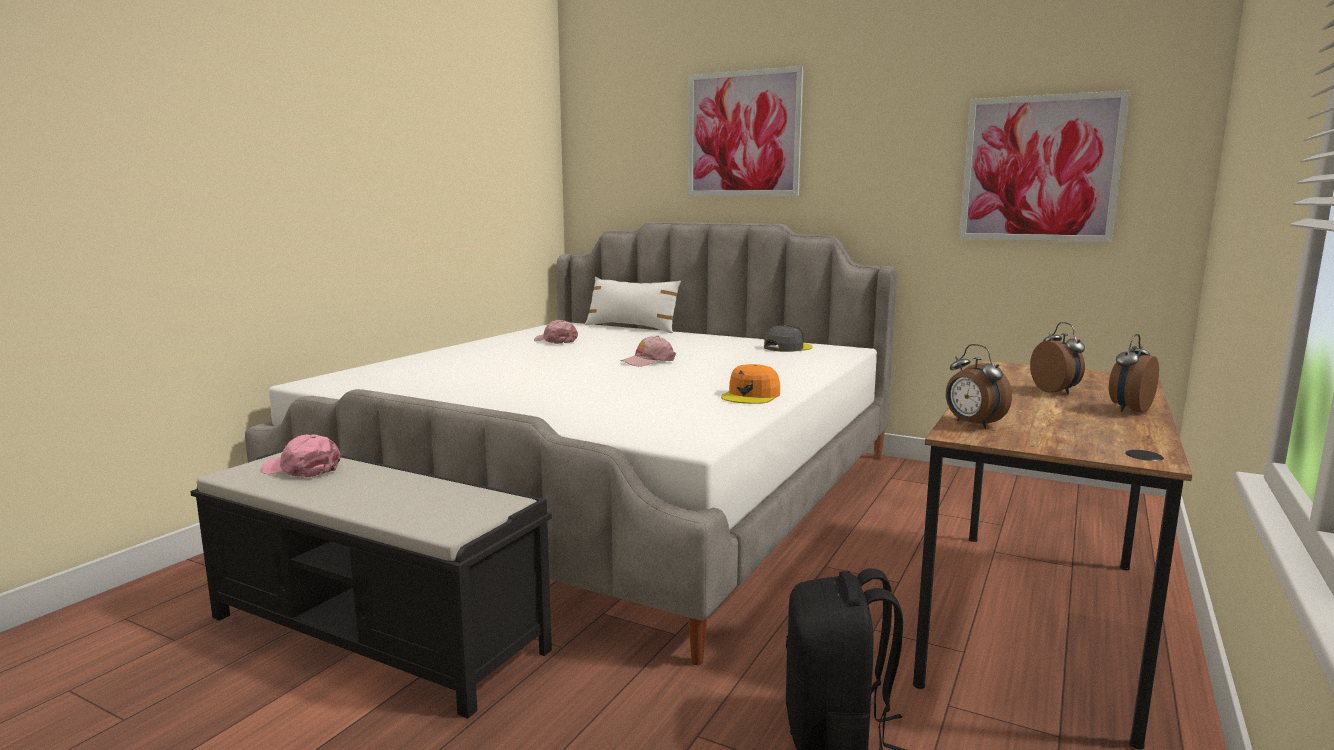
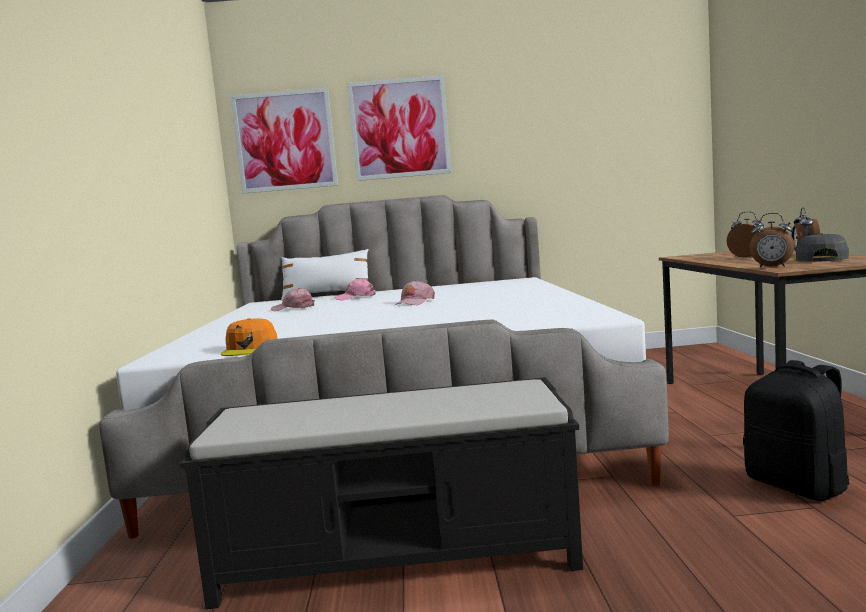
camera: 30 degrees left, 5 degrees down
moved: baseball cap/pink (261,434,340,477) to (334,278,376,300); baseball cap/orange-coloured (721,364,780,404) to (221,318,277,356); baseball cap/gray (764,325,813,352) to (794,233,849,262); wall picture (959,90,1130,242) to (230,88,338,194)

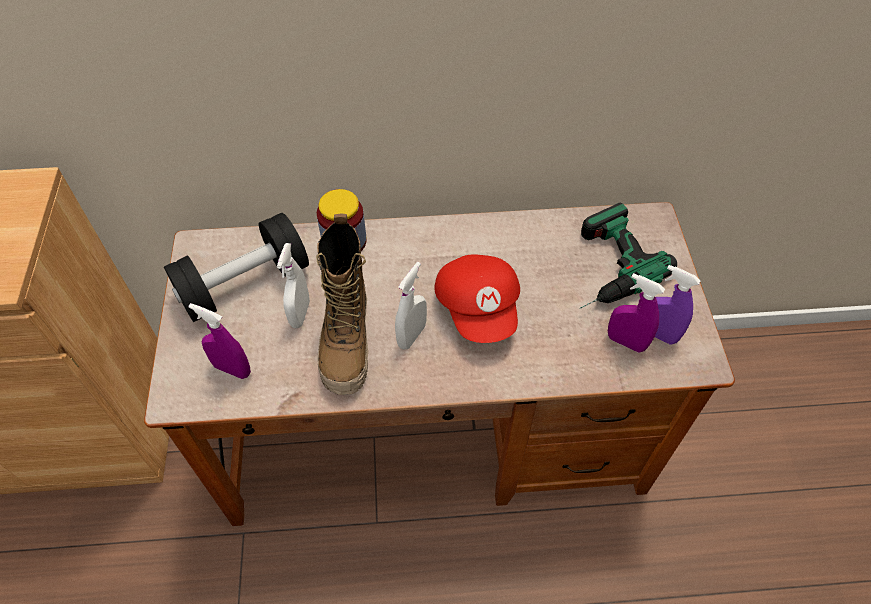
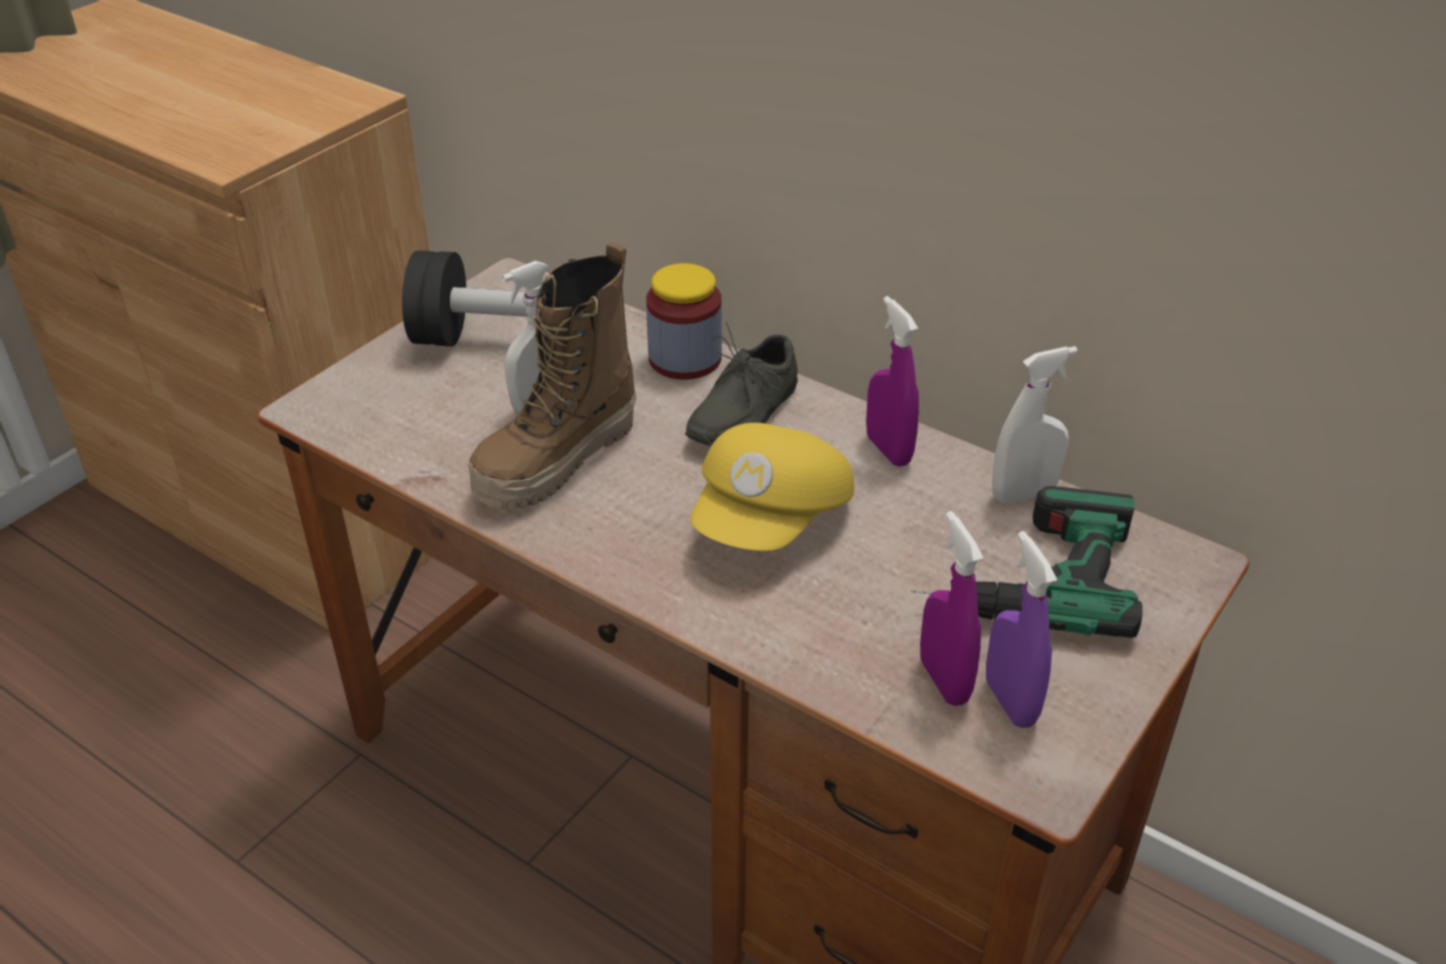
camera: 40 degrees right, 15 degrees down
added: low shoe/gray (685,322,798,446)
moved: hand sprayer/purple-coloured (189,303,251,379) to (866,296,919,467); hand sprayer/white-coloured (395,262,427,349) to (992,346,1078,504)
recoloured: baseball cap/red (434,254,520,343) to baseball cap/yellow (690,423,854,551)

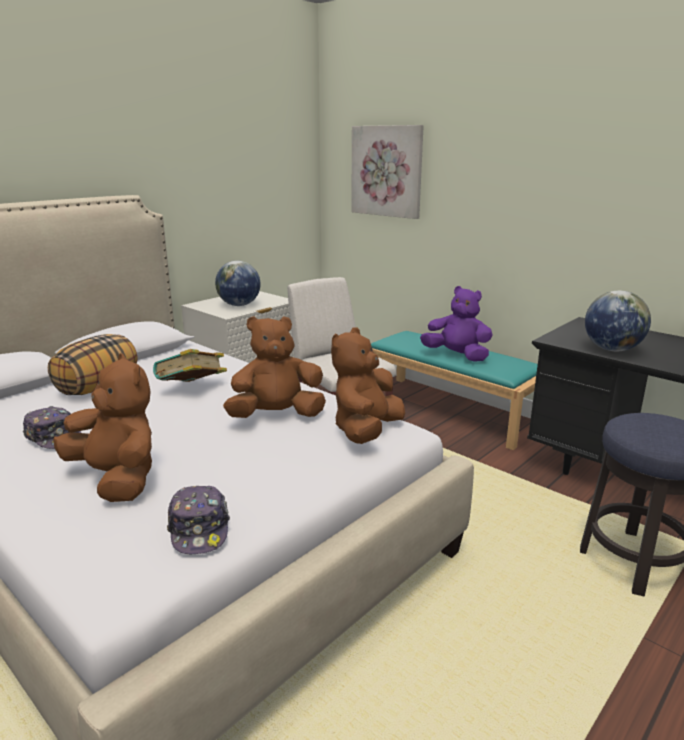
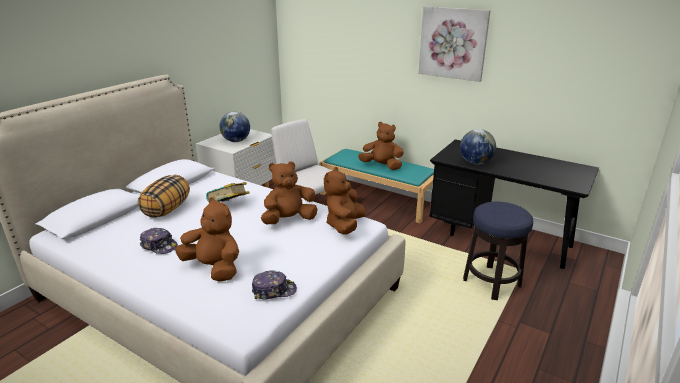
camera: 10 degrees left, 5 degrees up
moved: wall picture (351,125,424,219) to (418,6,491,82)
recoloured: soft toy/purple-coloured (420,286,493,362) to soft toy/brown (358,122,404,170)
turned: baseball cap (167,486,230,554) = (252,270,297,299) 75 degrees counterclockwise

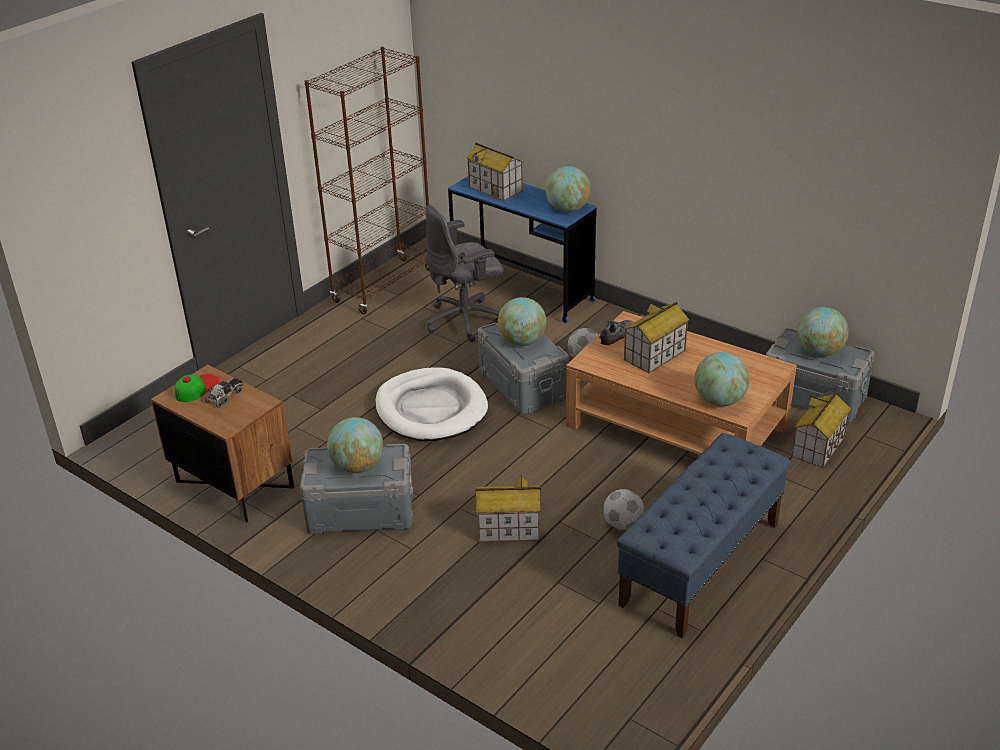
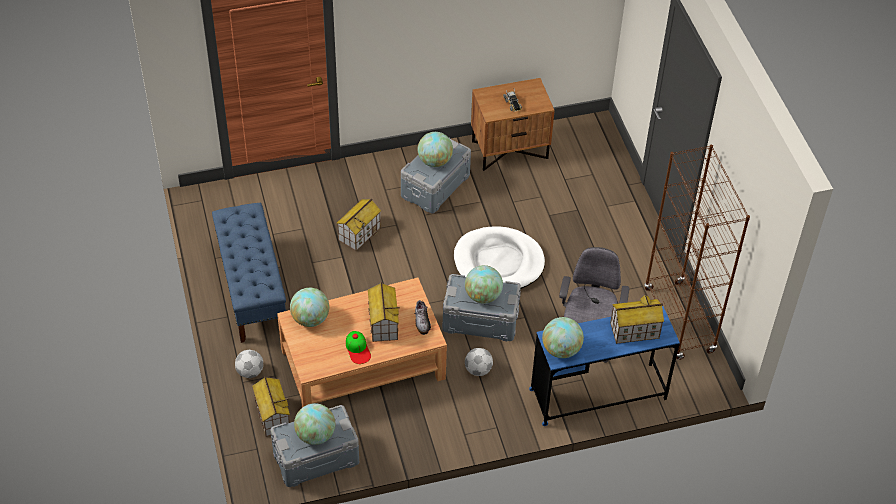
camera: 125 degrees right, 15 degrees up
moved: baseball cap (175,374,220,402) to (346,331,371,364); football (603,489,644,530) to (235,350,263,378)

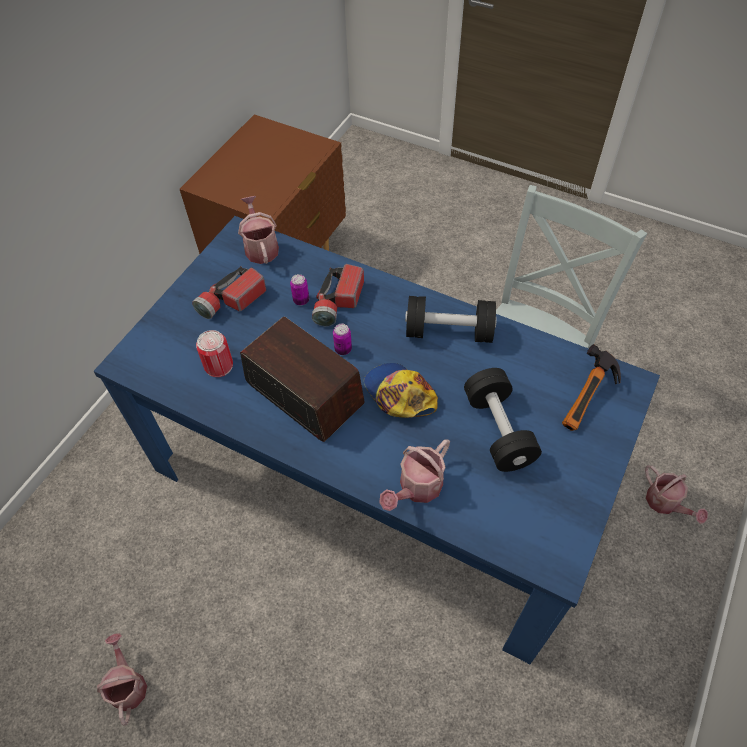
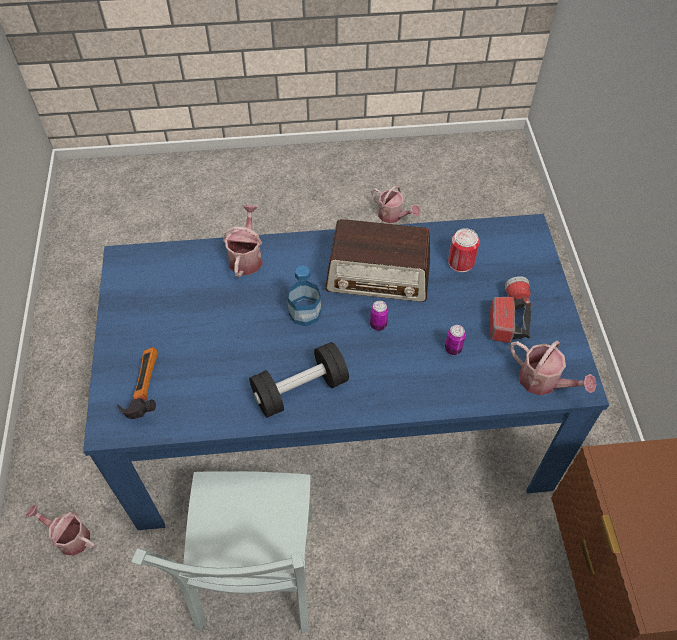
camera: 145 degrees right, 0 degrees up
removed: hand torch (312,264,364,326); hand weight/black (464,368,542,472)
replaced: baseball cap (364,363,438,418) to bottle (288,265,321,326)

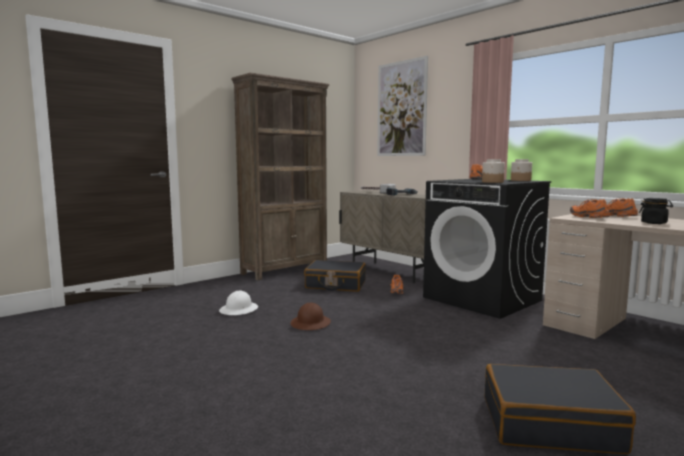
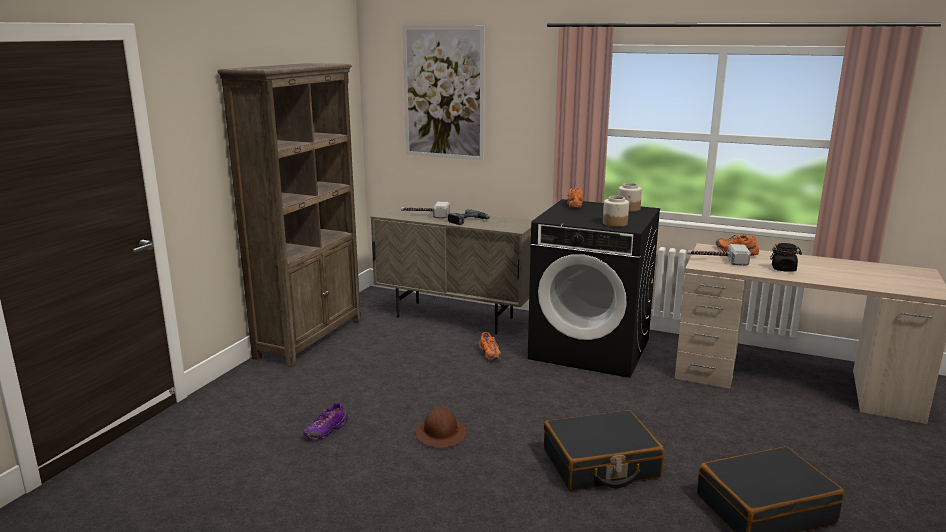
camera: 25 degrees left, 10 degrees up
moved: travel case/black (304,260,366,292) to (544,410,664,491)
replaced: safety helmet/white-coloured (219,291,258,315) to low shoe/purple-coloured (303,403,348,439); low shoe/orange-coloured (570,199,610,218) to tool hammer (687,244,751,266)

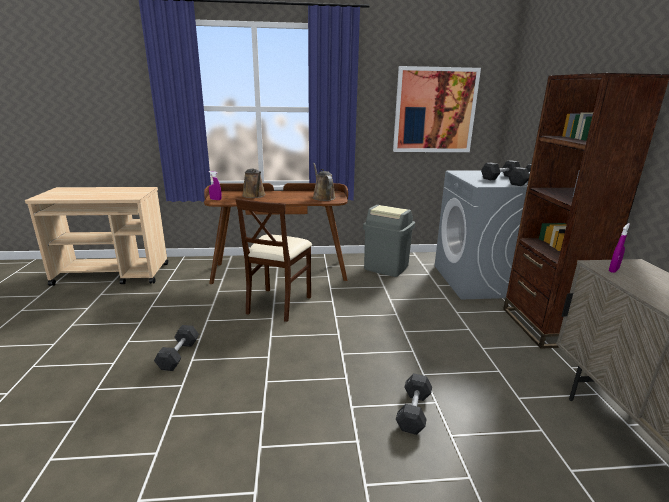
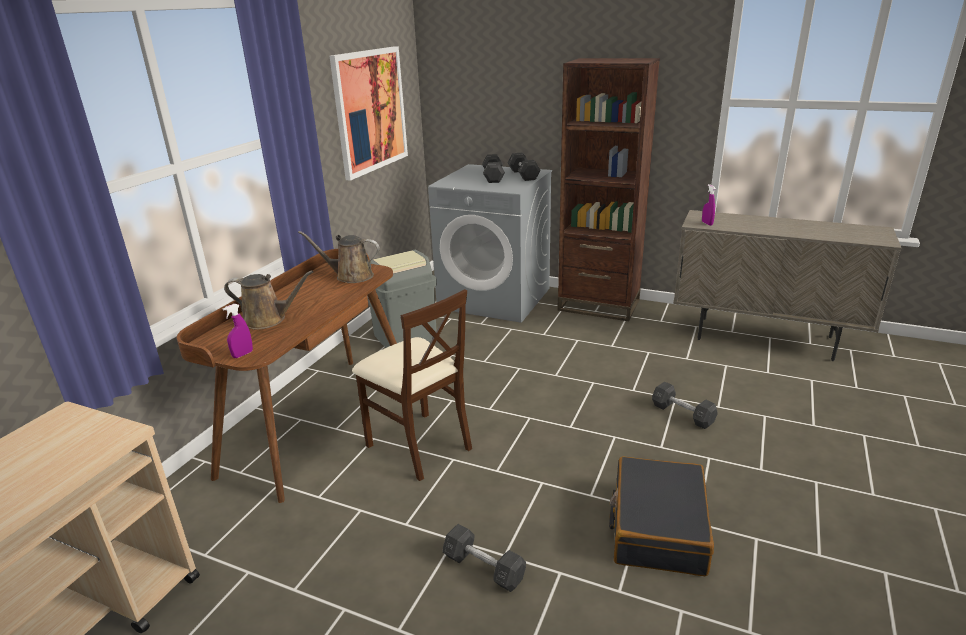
camera: 60 degrees left, 5 degrees up
added: travel case/black (609,456,714,576)

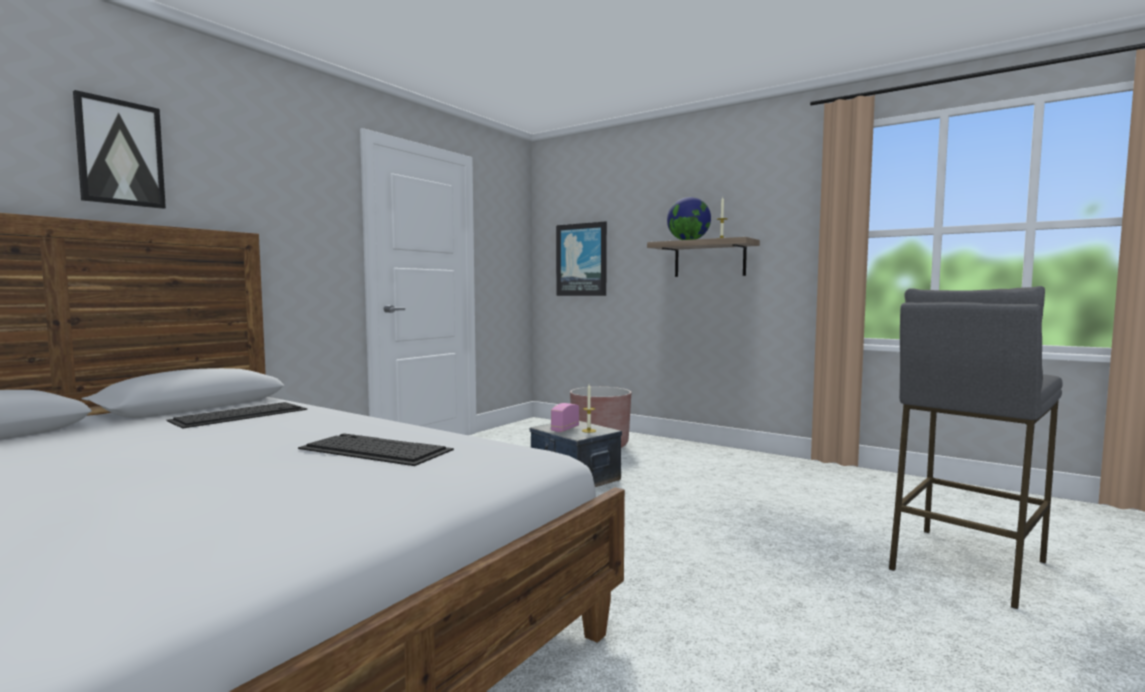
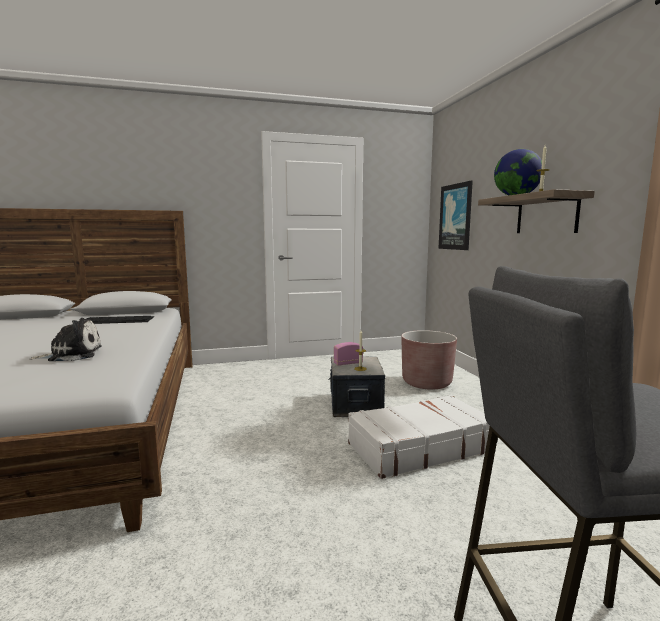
camera: 40 degrees right, 5 degrees up
removed: wall picture (73,90,166,209)
added: travel case/white-coloured (348,395,490,479)
replaced: keyboard (298,433,454,466) to soft toy (29,318,102,361)

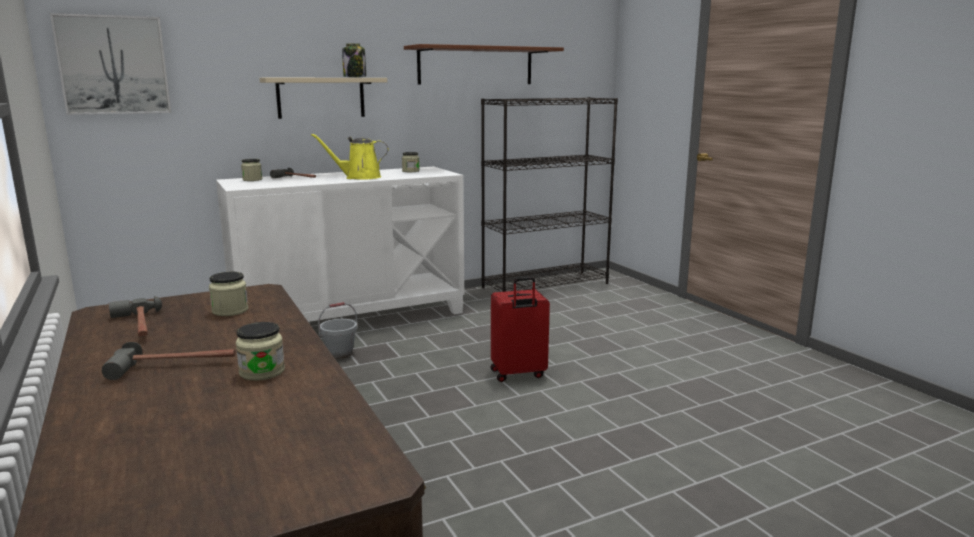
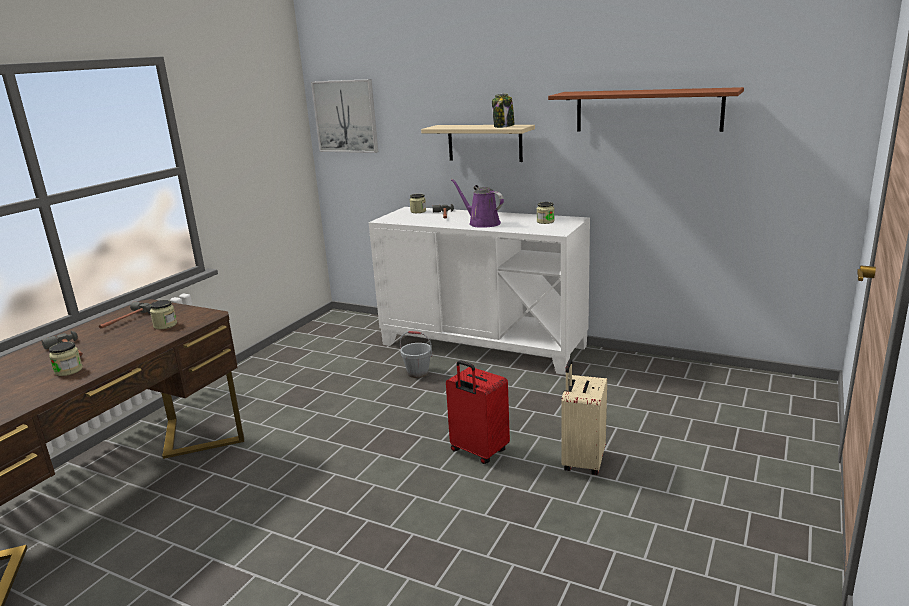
camera: 55 degrees right, 5 degrees up
removed: bookcase/black (481,97,618,292)
added: travel case/beige-coloured (561,359,607,475)
recoloured: sprinkling can/yellow (311,134,389,180) to sprinkling can/purple-coloured (451,179,504,228)

